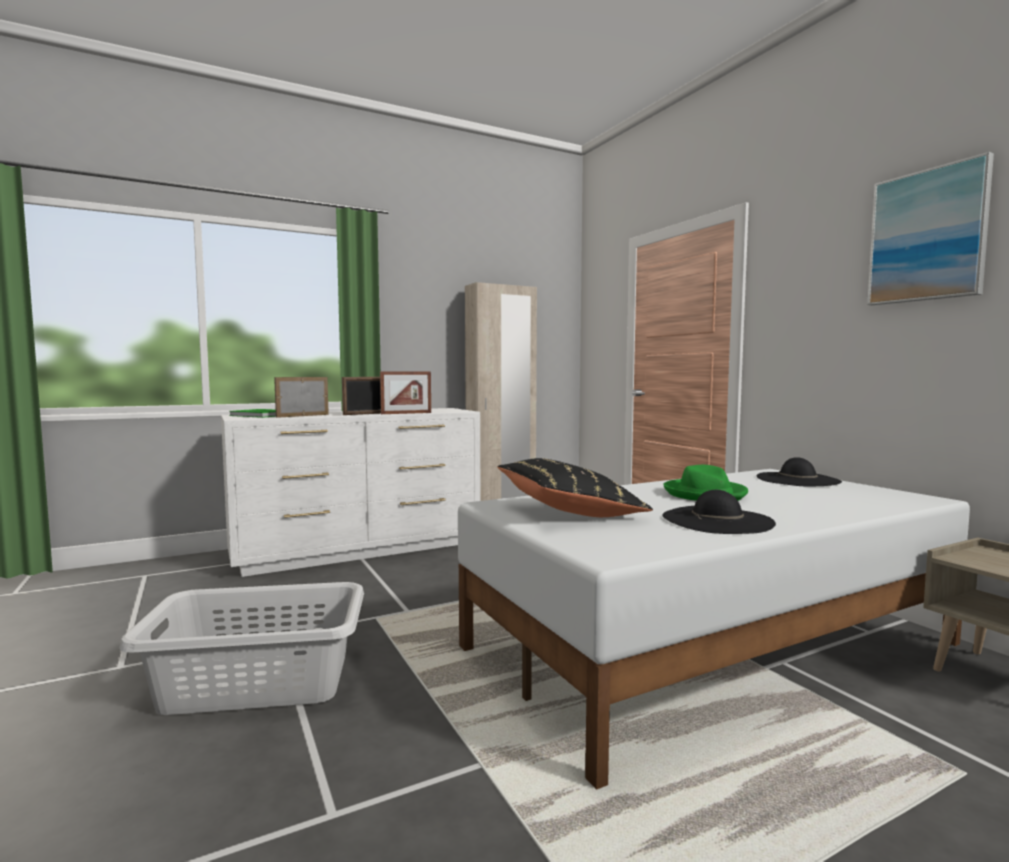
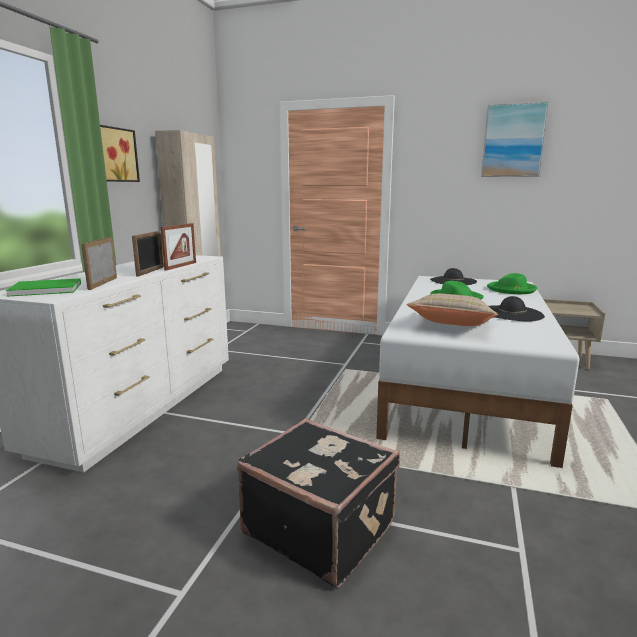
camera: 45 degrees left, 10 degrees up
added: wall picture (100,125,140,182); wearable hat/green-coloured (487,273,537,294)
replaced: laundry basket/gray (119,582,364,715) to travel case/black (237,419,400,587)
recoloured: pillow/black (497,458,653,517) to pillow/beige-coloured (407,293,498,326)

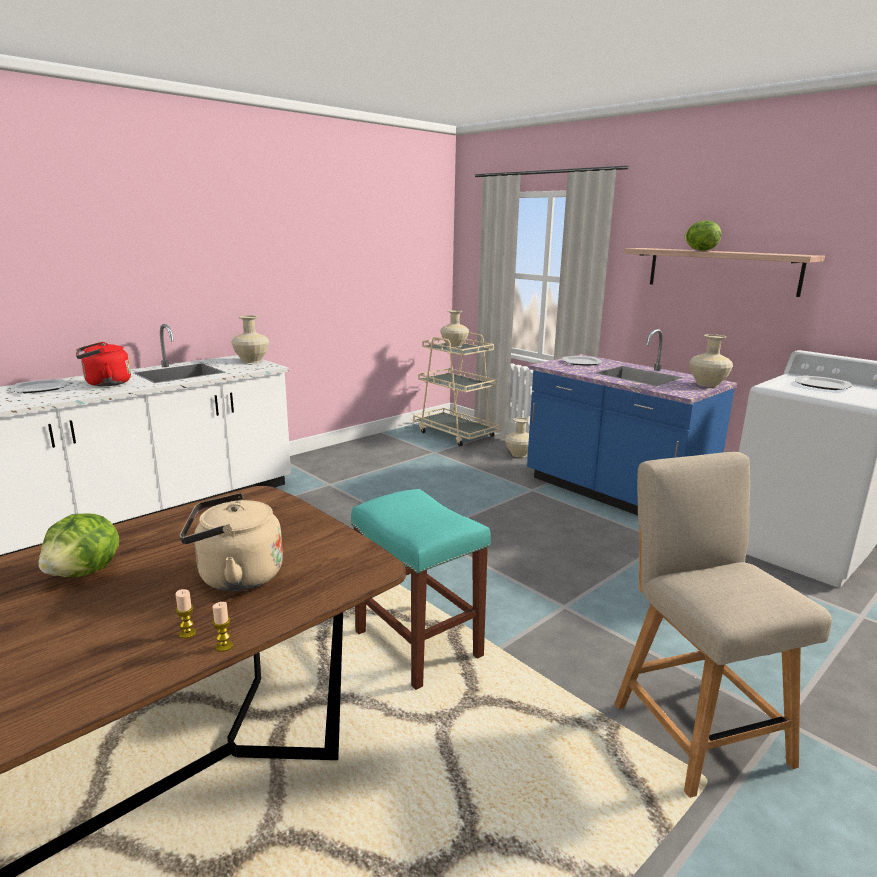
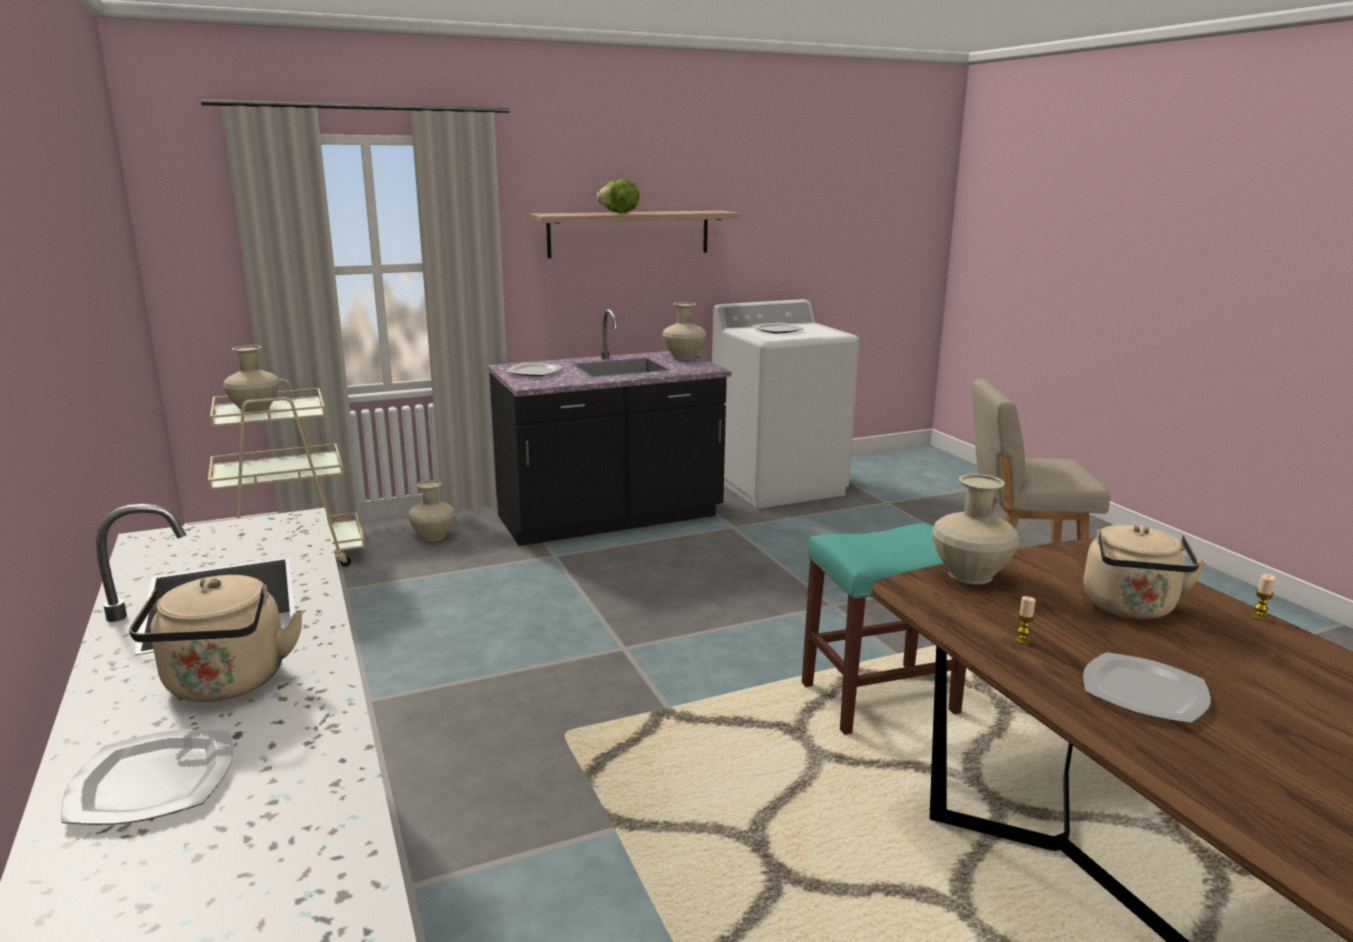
camera: 70 degrees left, 0 degrees up
moved: wax candle (175,589,196,639) to (1014,596,1036,645); vase/beige-coloured (231,315,269,363) to (932,474,1019,584)
replaced: lettuce (38,514,119,577) to dinner plate (1083,652,1211,723)
recoloured: water kettle/red (76,342,131,386) to water kettle/beige-coloured (129,575,304,702); counter/blue-coloured (527,329,737,515) to counter/black (487,309,731,546)

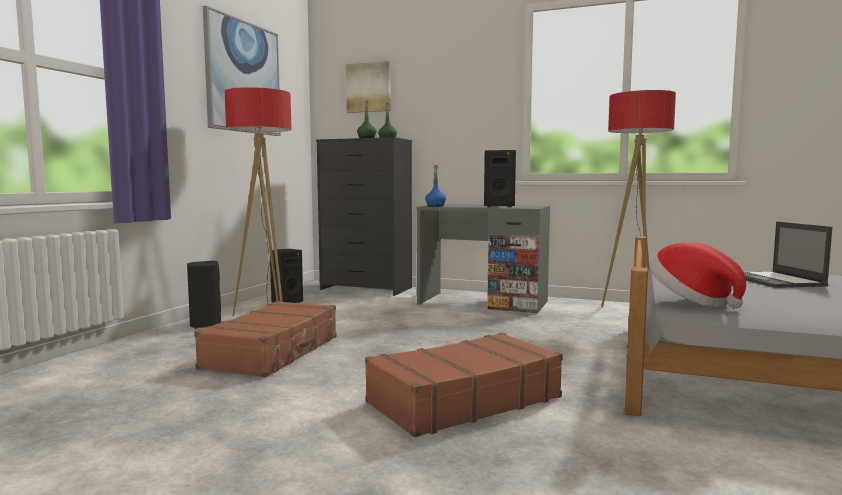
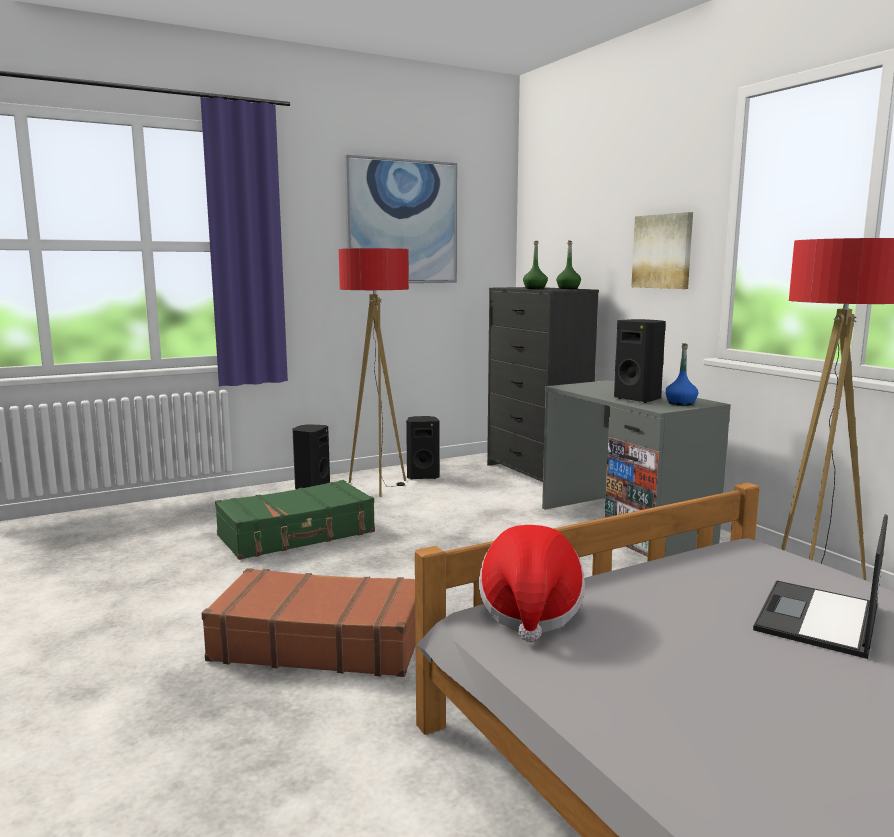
camera: 40 degrees right, 5 degrees up
moved: wall picture (346,61,391,113) to (631,212,693,289); bottle/blue-coloured (425,165,446,207) to (665,343,698,406)
recoloured: travel case/brown (194,301,337,377) to travel case/green-coloured (215,480,375,560)

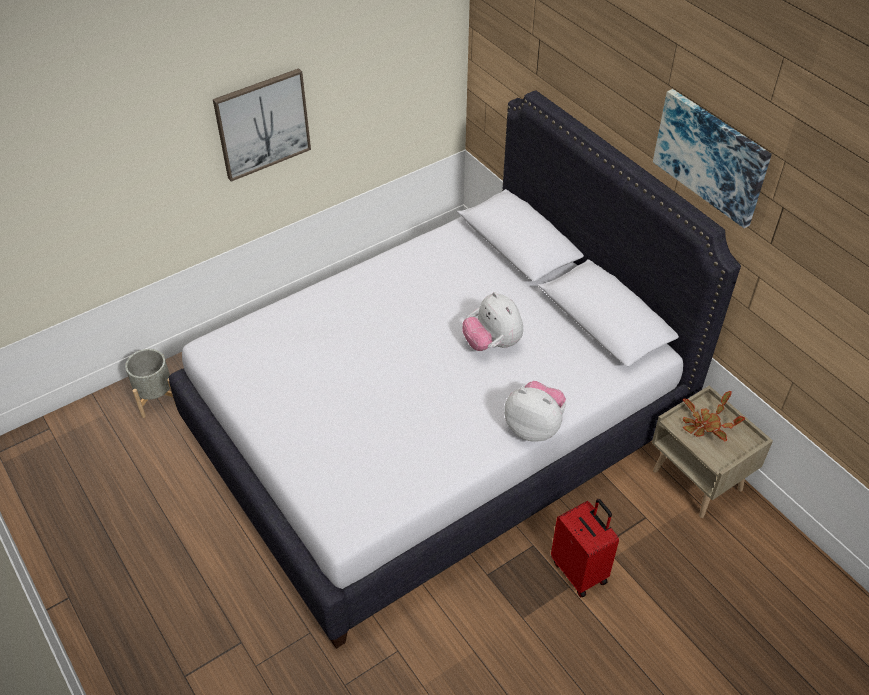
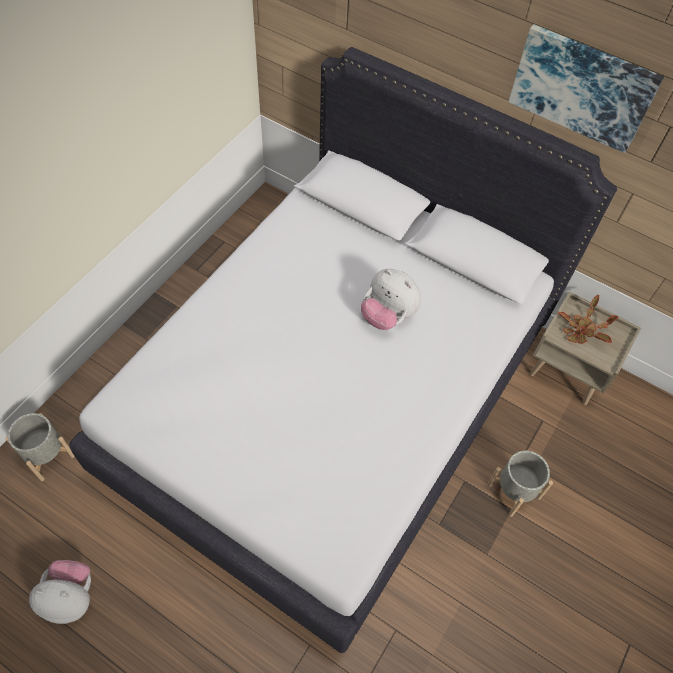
camera: 25 degrees left, 10 degrees up
removed: wall picture (213,68,311,181)
moved: soft toy (504,381,566,442) to (29,560,91,624)
replaced: travel case/red (551,499,619,597) to plant pot/gray (487,450,553,517)

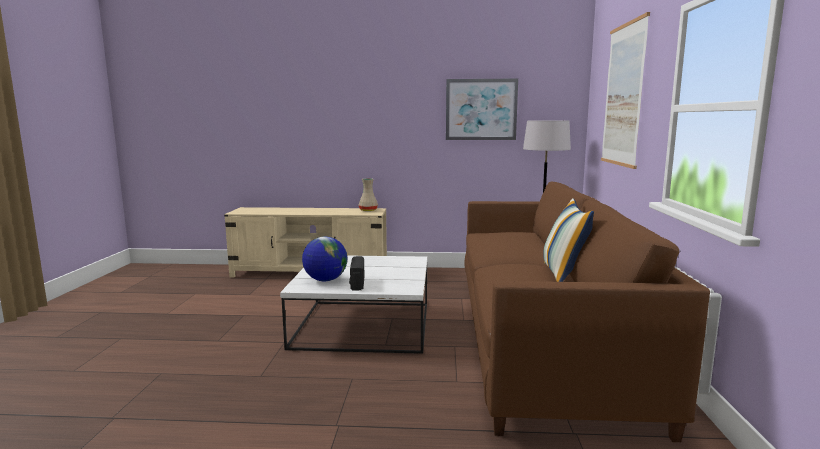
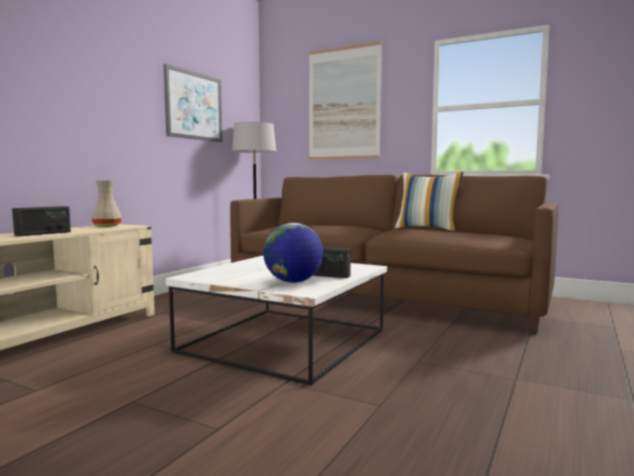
camera: 65 degrees left, 5 degrees down
added: radio receiver (12,206,71,236)

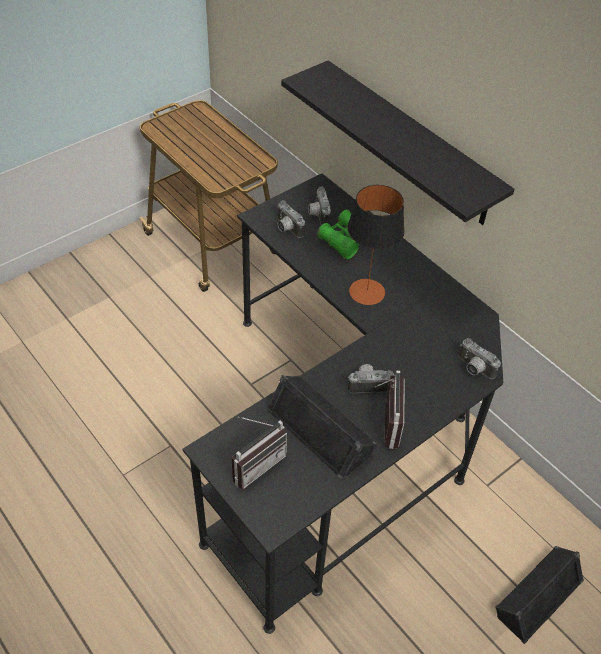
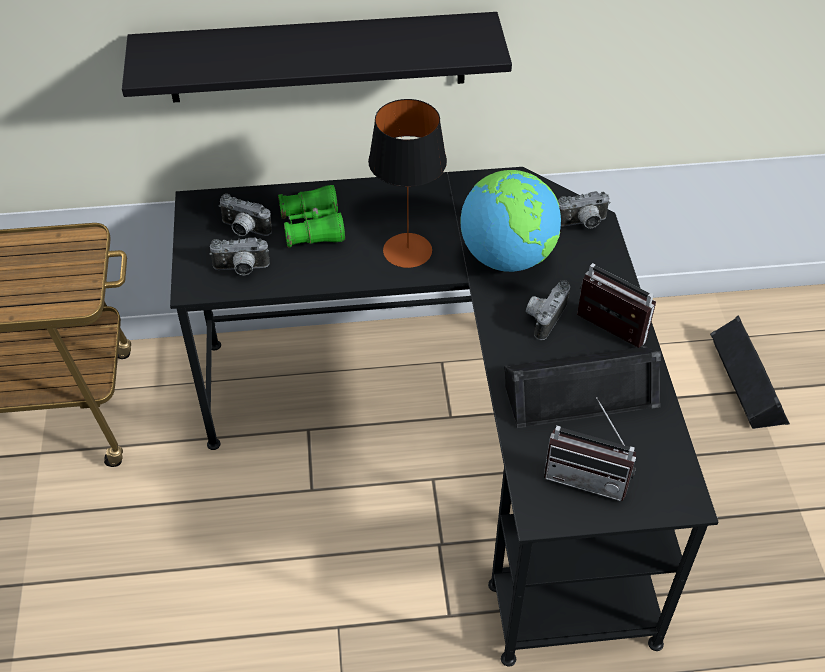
camera: 55 degrees left, 0 degrees up
added: world globe (460,170,561,272)
turned: radio receiver (231,417,287,489) = (544,397,636,501) 120 degrees clockwise

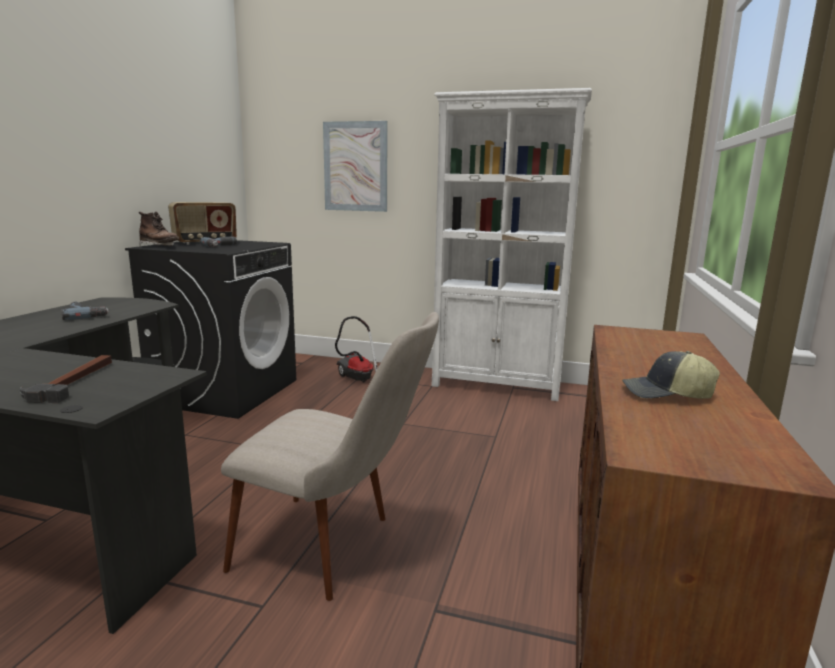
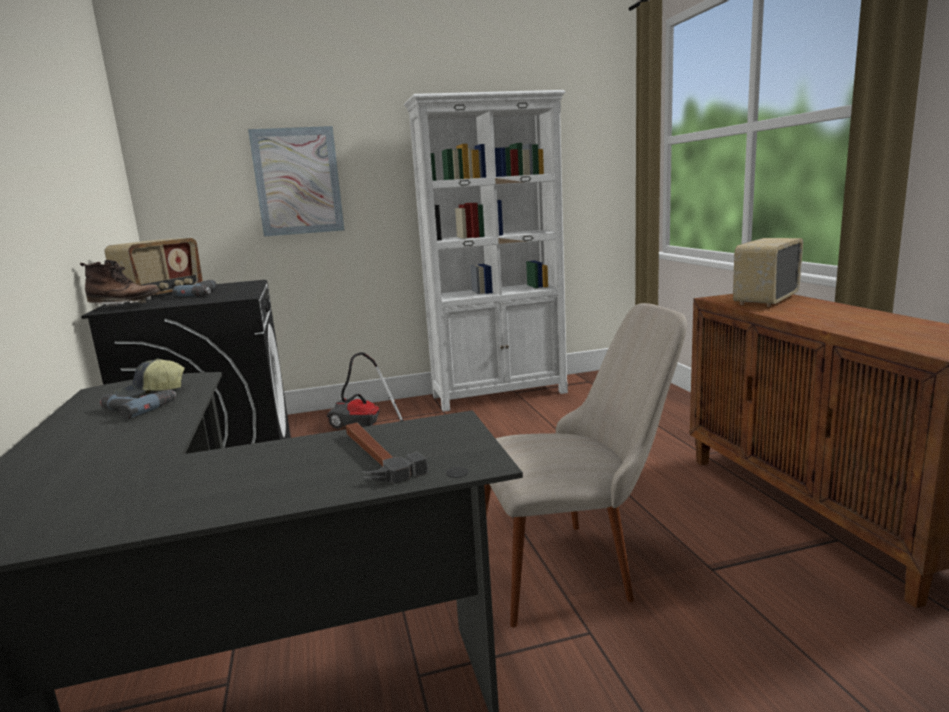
camera: 30 degrees left, 0 degrees up
added: radio receiver (733,238,803,307)
moved: baseball cap (622,351,720,399) to (114,358,185,398)

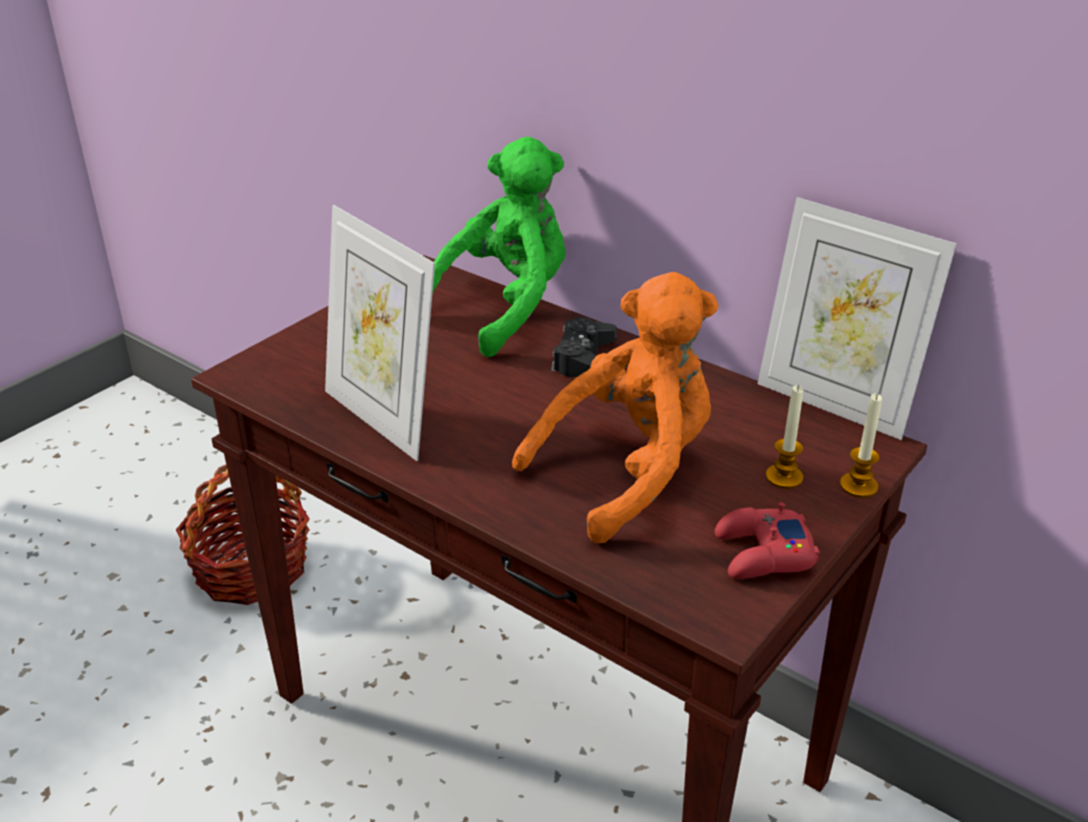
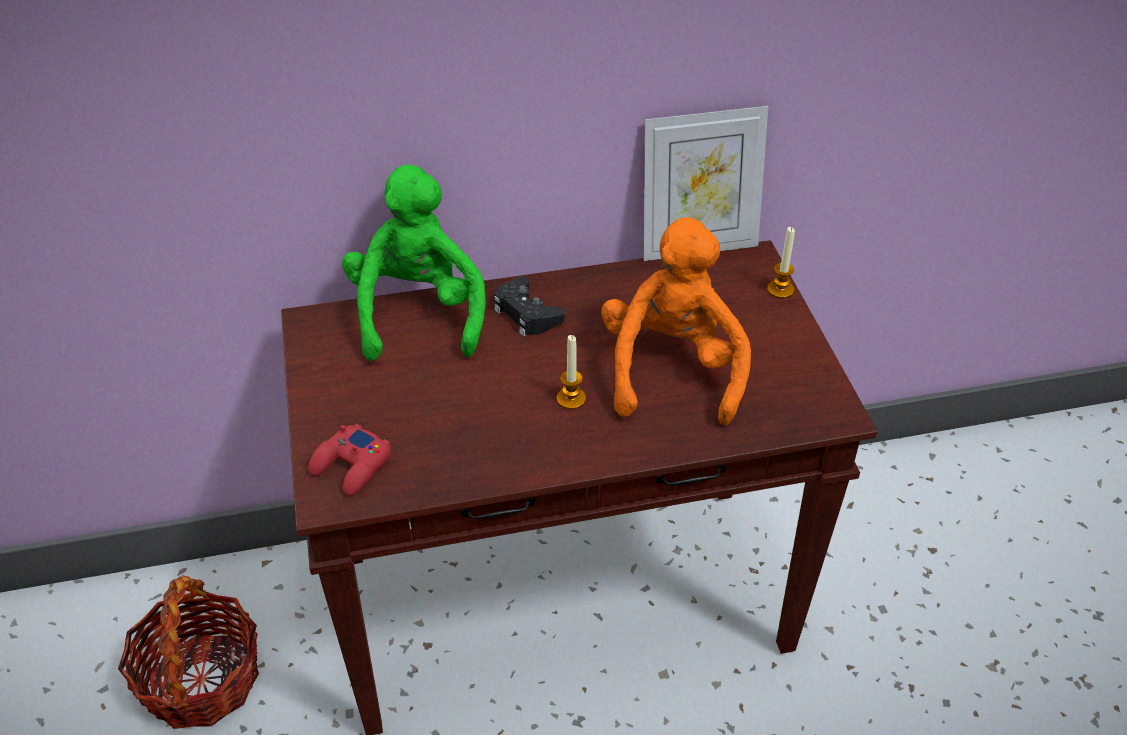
camera: 50 degrees left, 10 degrees up
removed: picture frame (325,205,435,461)
moved: joypad/red (715,502,820,579) to (308,424,391,496); wax candle (766,385,803,489) to (557,335,586,409)

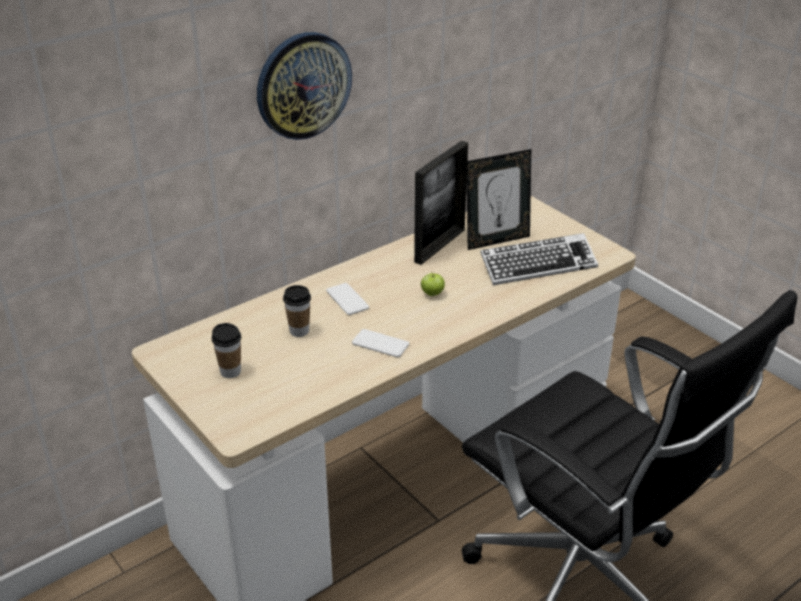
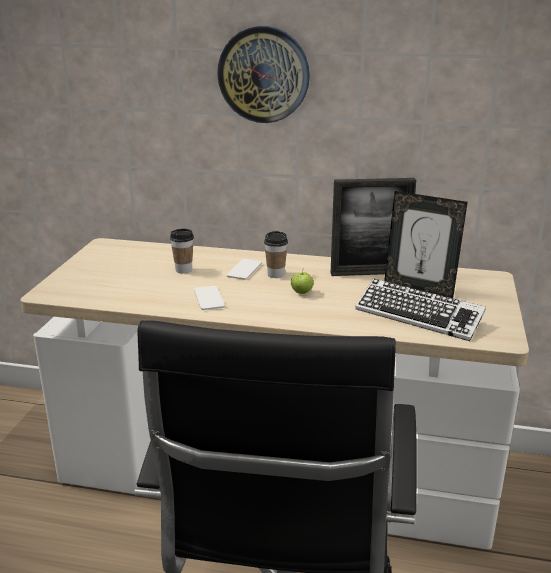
camera: 50 degrees right, 10 degrees down
moved: drinking cup (212,323,241,378) to (264,231,288,278)

